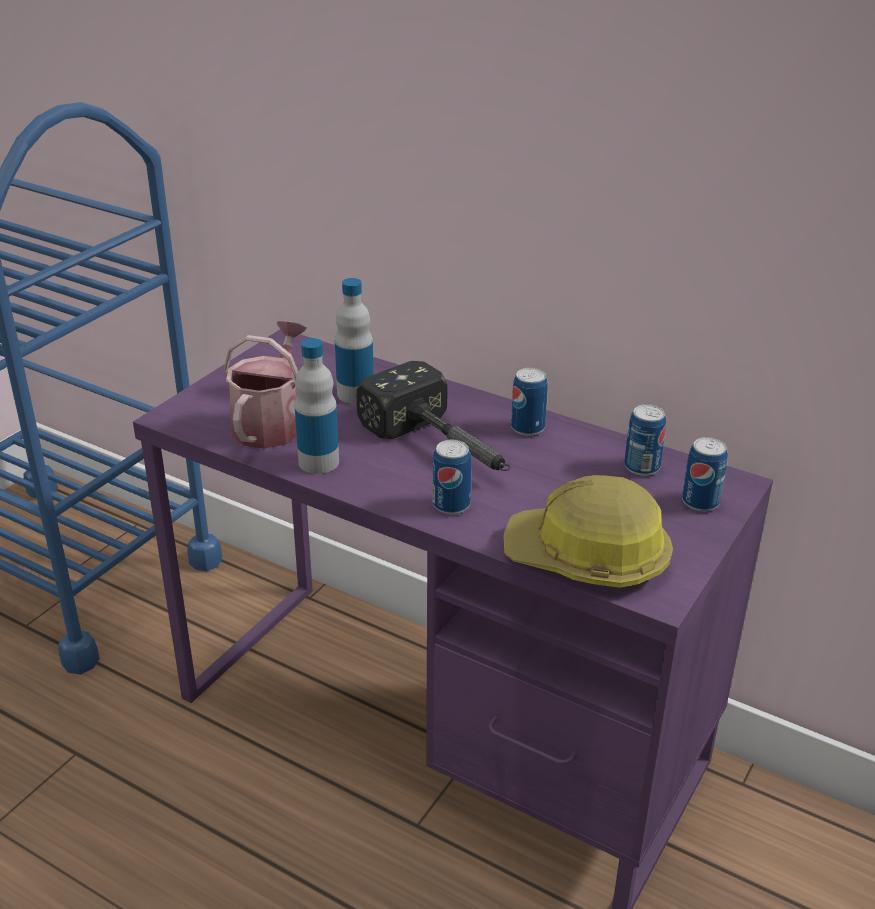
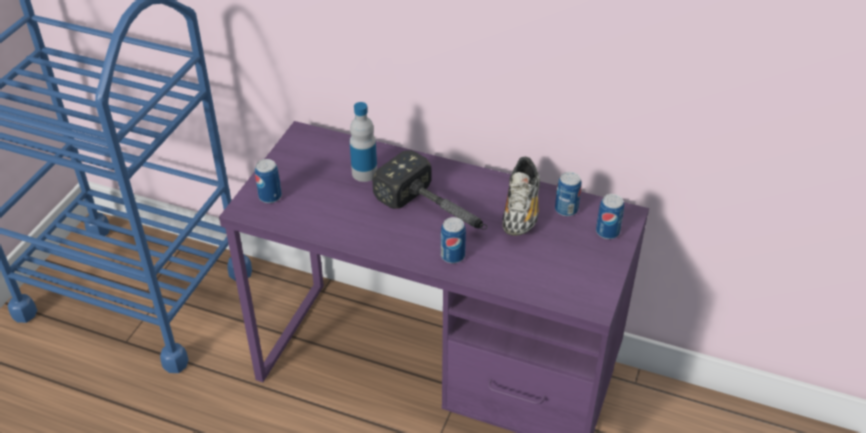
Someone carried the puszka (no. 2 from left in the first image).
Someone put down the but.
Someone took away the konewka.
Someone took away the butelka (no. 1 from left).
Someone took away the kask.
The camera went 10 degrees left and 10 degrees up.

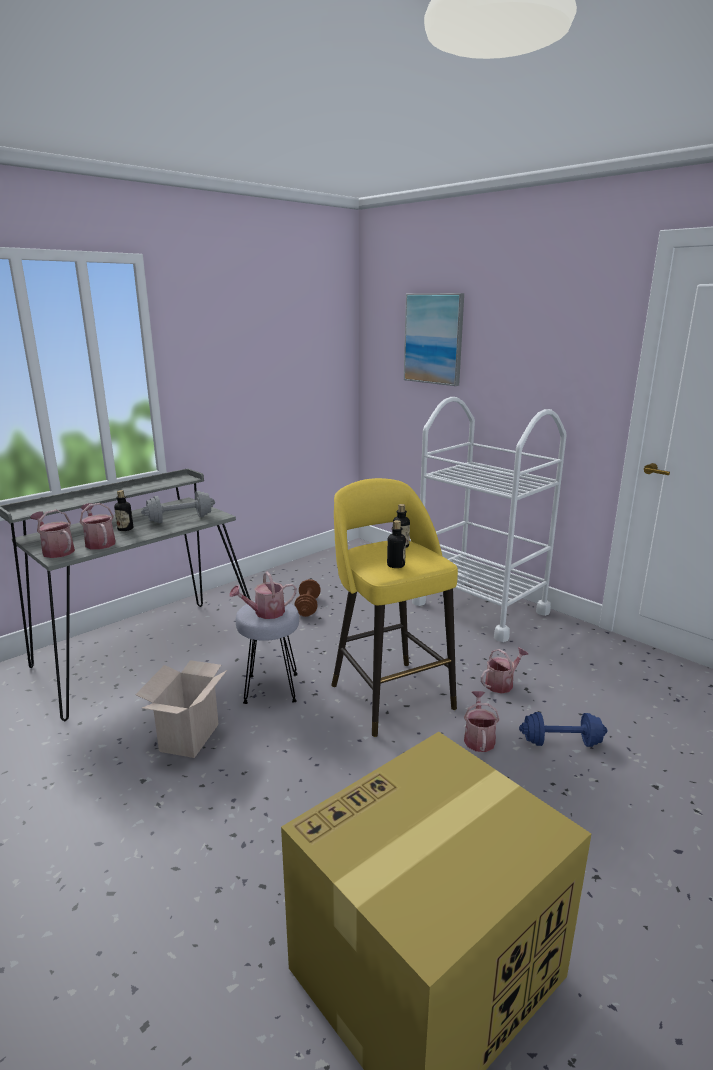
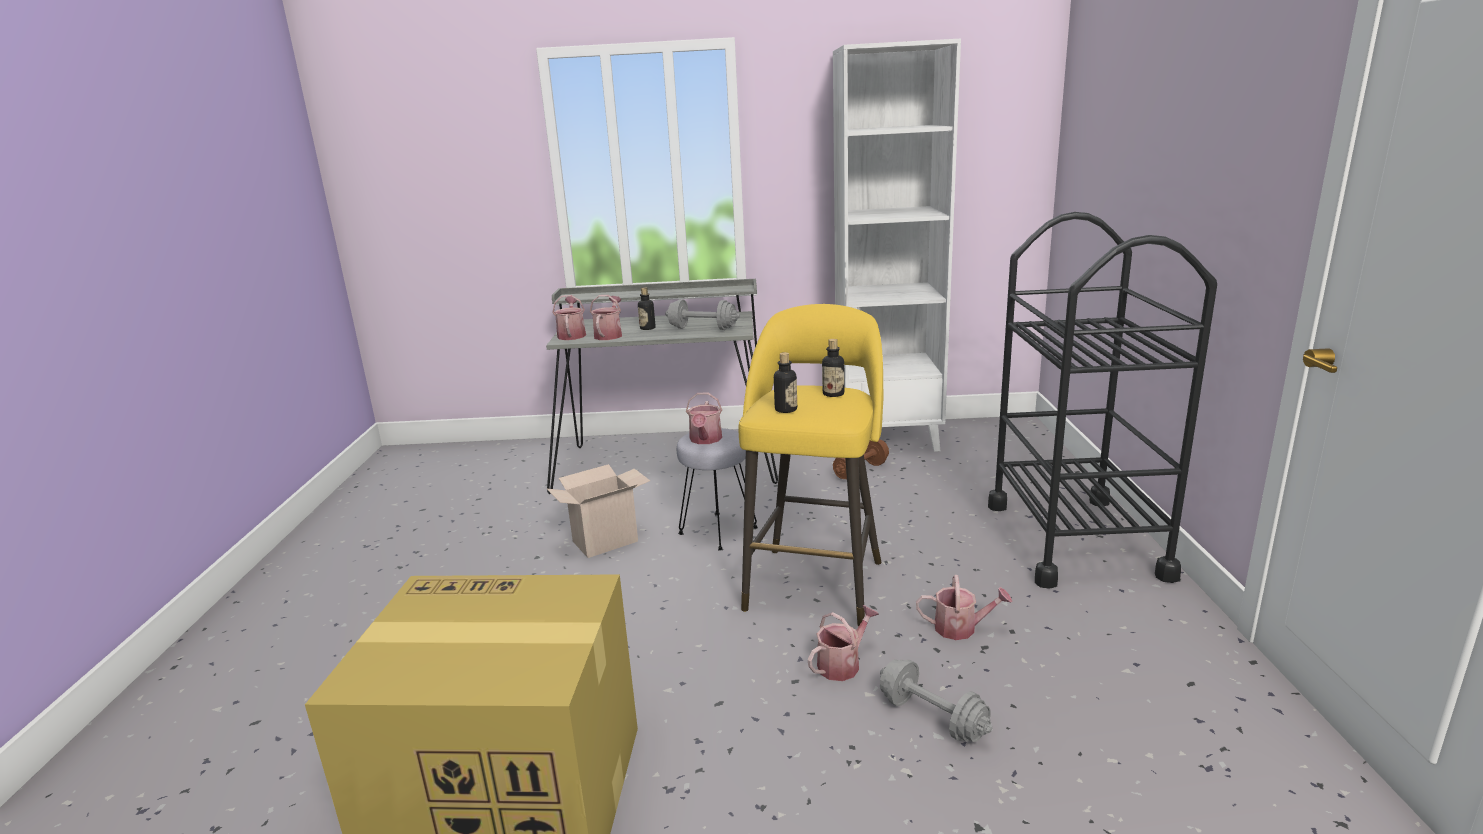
Someone rotated the konewka (no. 3 from left) by 105 degrees counterclockwise.
Someone put down the regał (biały).
Someone repainted the hantel (niebieski), which became the hantel (szary) (no. 2 from left).
Someone repainted the wózek (biały), which became the wózek (czarny).
Someone took away the obraz.
The camera went 45 degrees right and 0 degrees up.

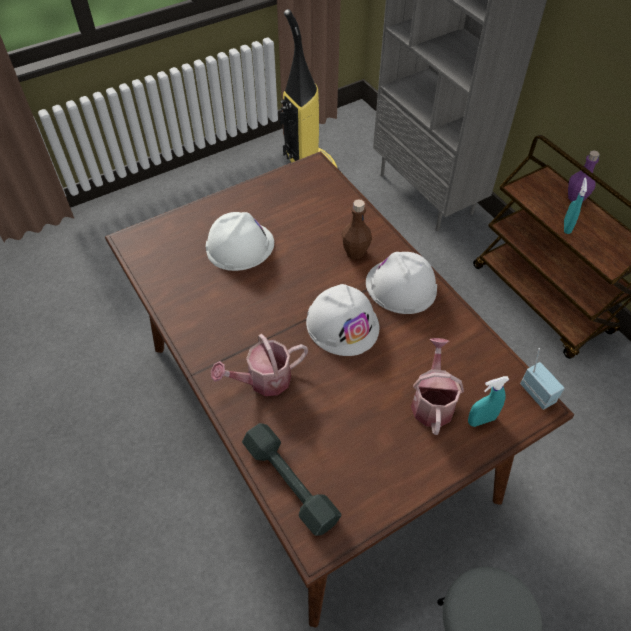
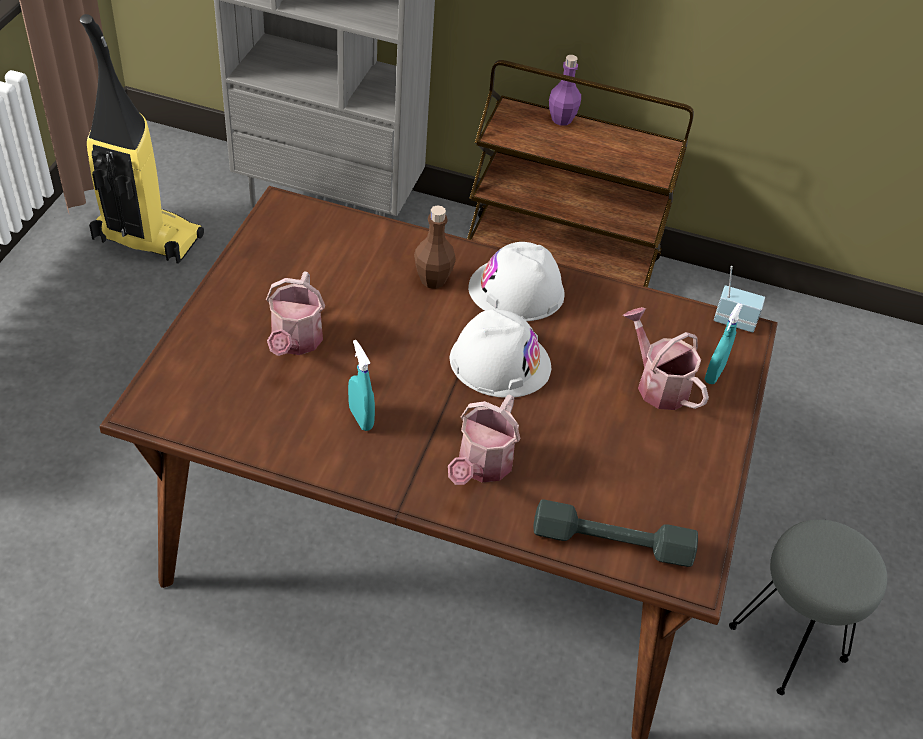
Someone swapped the kask (biały) (no. 1 from left) for the konewka (no. 1 from left).
Someone carried the spryskiwacz (turkusowy) (no. 2 from left in the first image).
The camera went 45 degrees left and 5 degrees down.

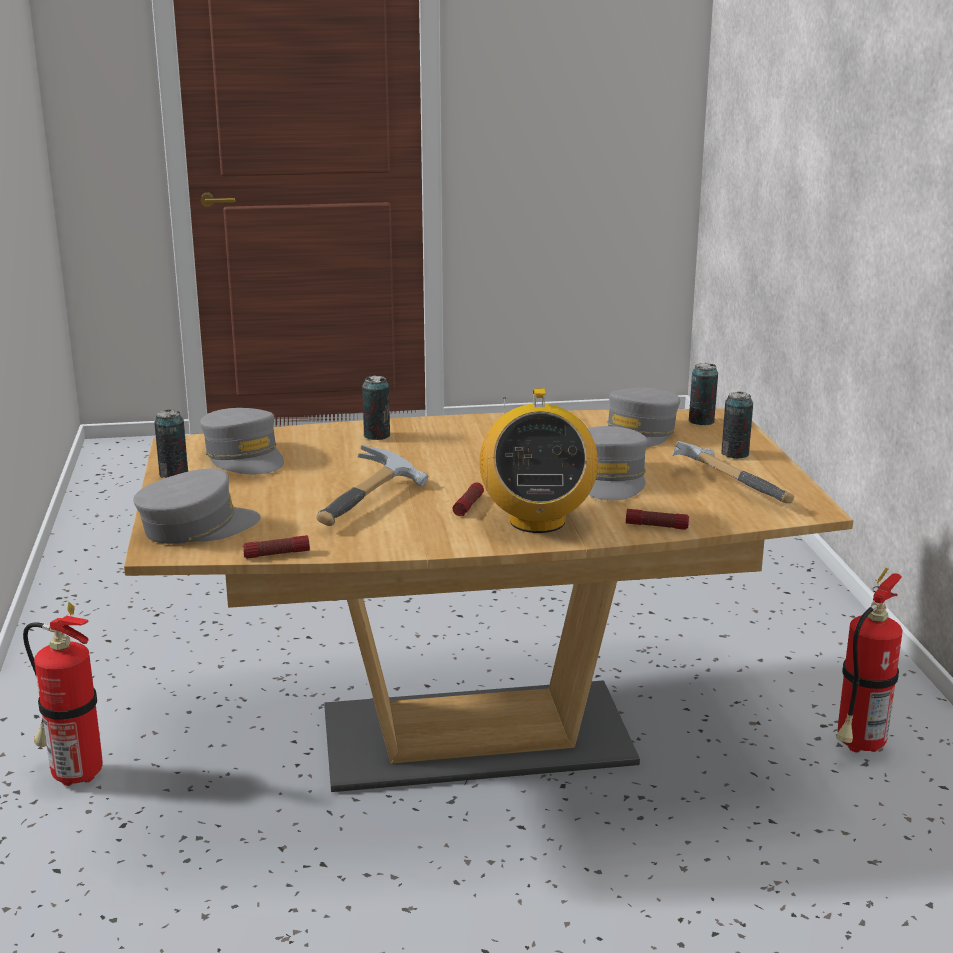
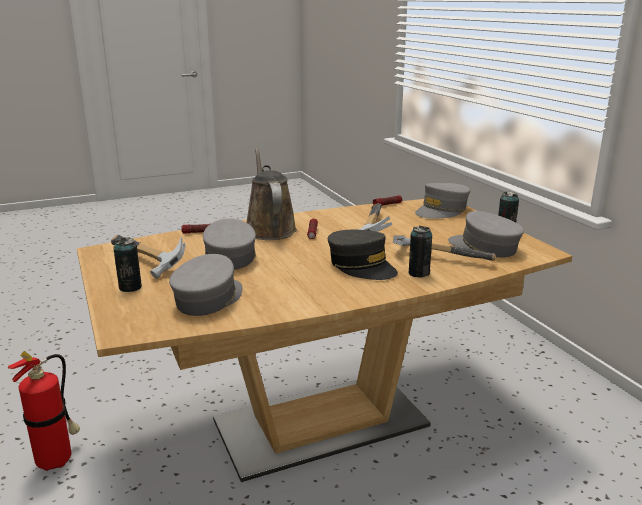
Someone swapped the radio for the konewka (brązowy).
Someone put down the czapka z daszkiem (szary) (no. 3 from left).
Someone put down the młotek (no. 3 from left).
Someone took away the gaśnica (no. 1 from left).
Someone took away the puszka (no. 3 from left).
The camera went 165 degrees right and 0 degrees up.

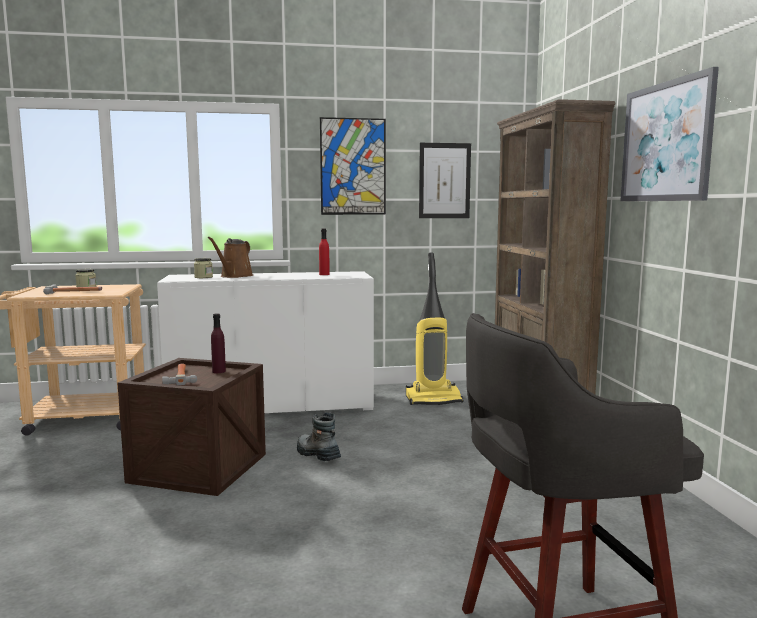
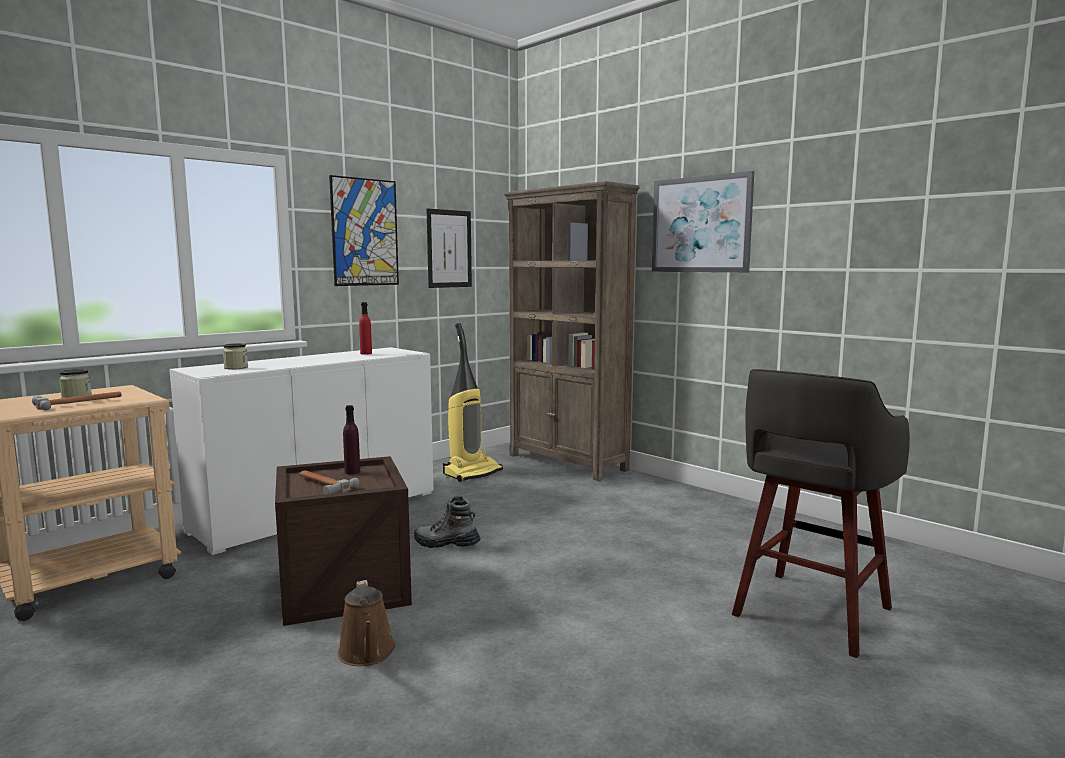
Someone carried the konewka (brązowy).
The camera went 35 degrees left and 0 degrees up.

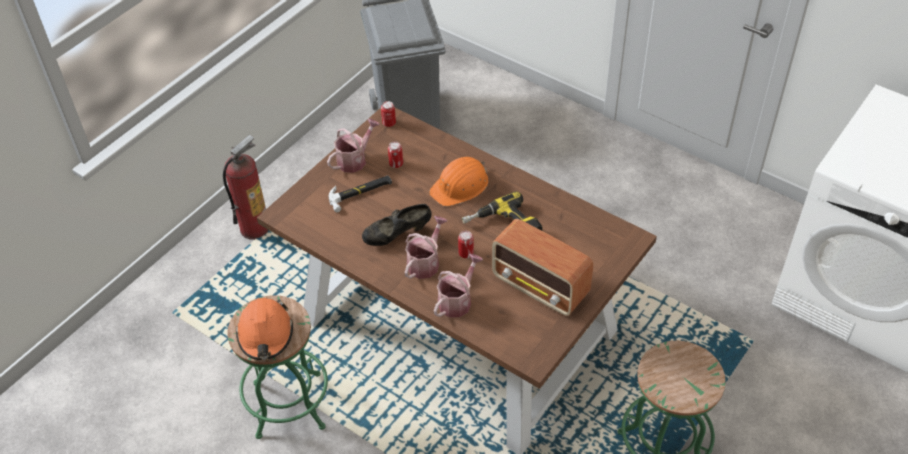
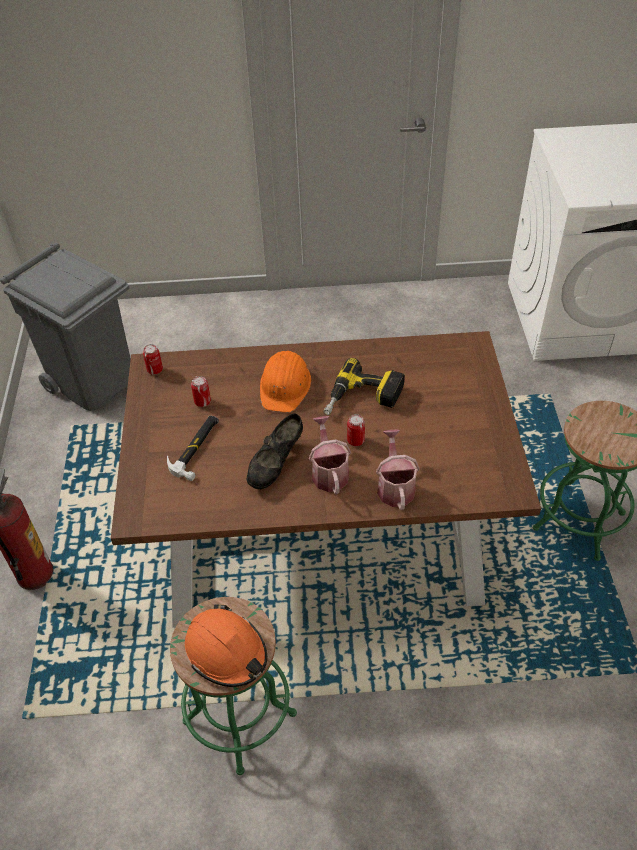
Someone took away the konewka (no. 1 from left).
Someone took away the radio.
The camera went 40 degrees left and 0 degrees up.

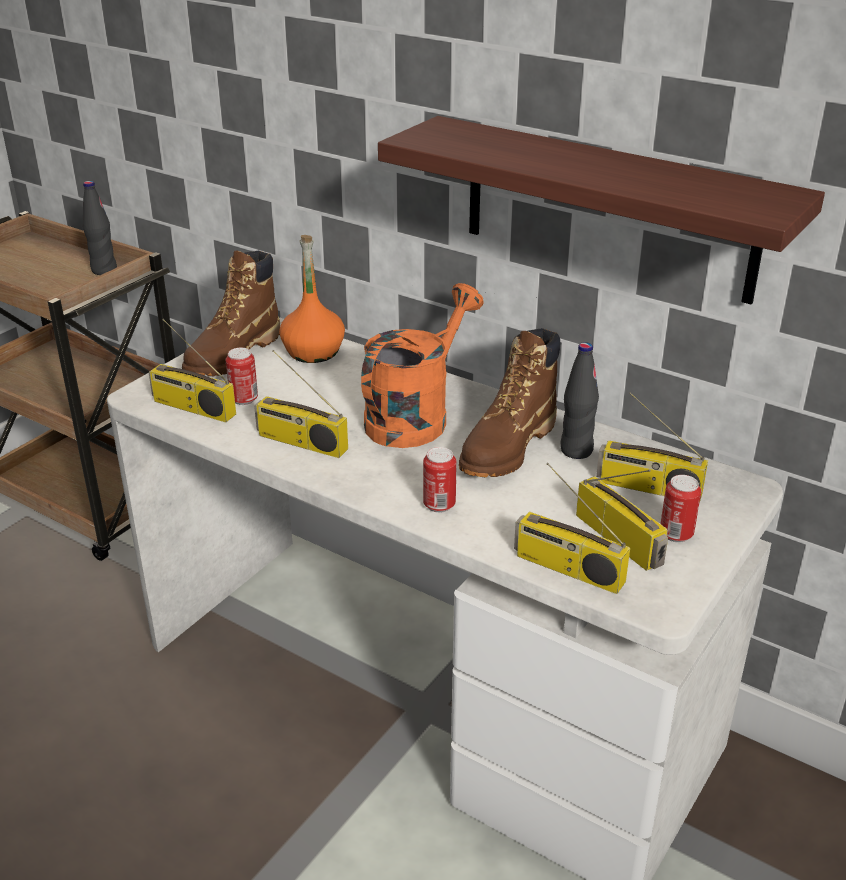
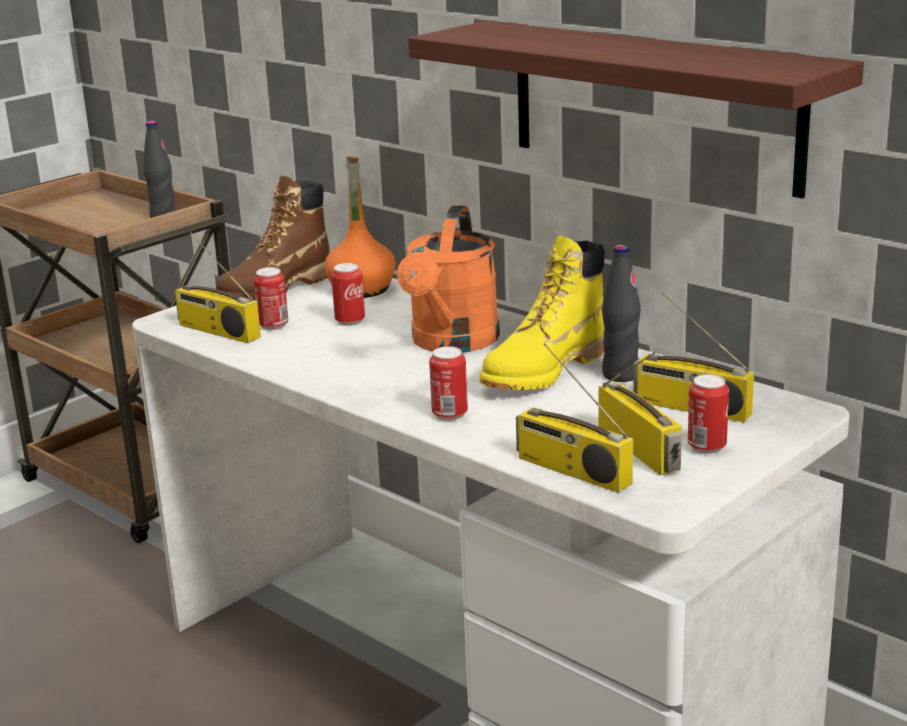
Someone put down the puszka (no. 2 from left).
Someone rotated the konewka (pomarańczowy) by 150 degrees clockwise.
Someone repainted the but z cholewką (brązowy) (no. 2 from left), which became the but z cholewką (żółty).
Someone took away the radio (no. 2 from left).
The camera went 10 degrees right and 10 degrees down.

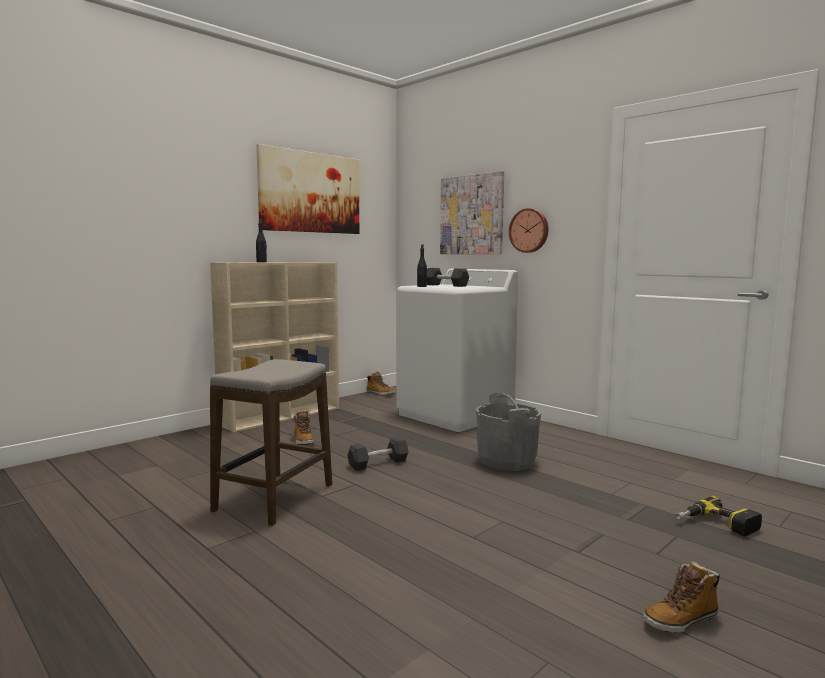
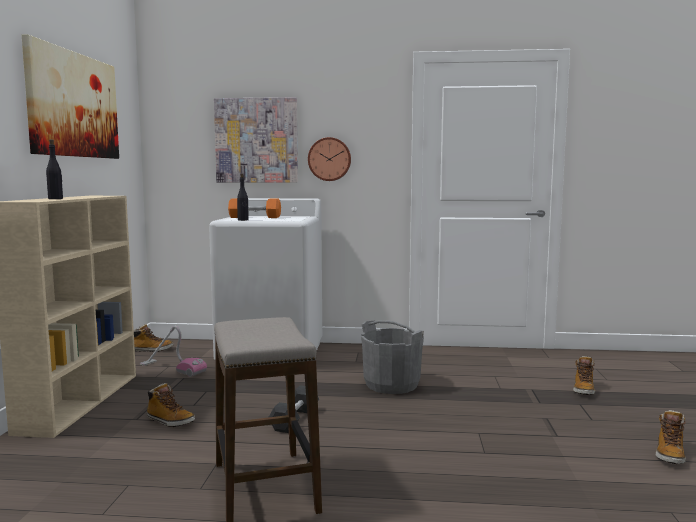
Someone put down the odkurzacz.
Someone repainted the hantel (czarny) (no. 2 from left), which became the hantel (pomarańczowy).
Someone swapped the wiertarka for the but z cholewką (no. 3 from left).
The camera went 40 degrees left and 0 degrees up.

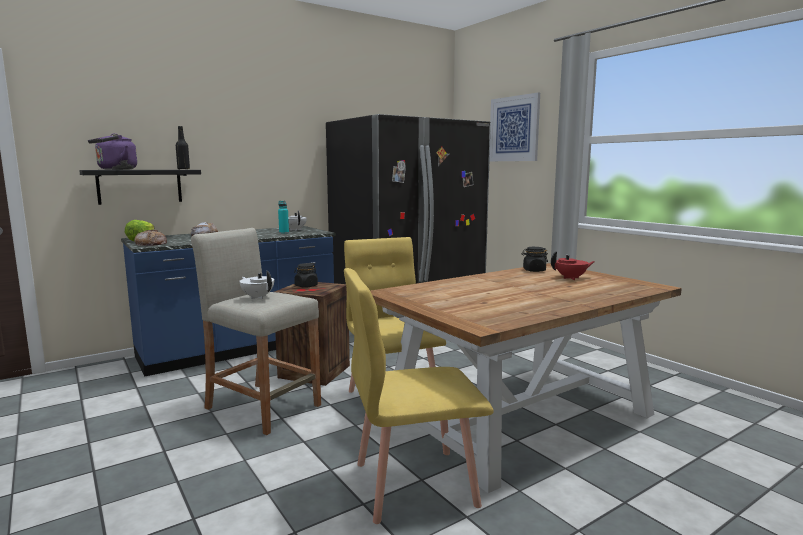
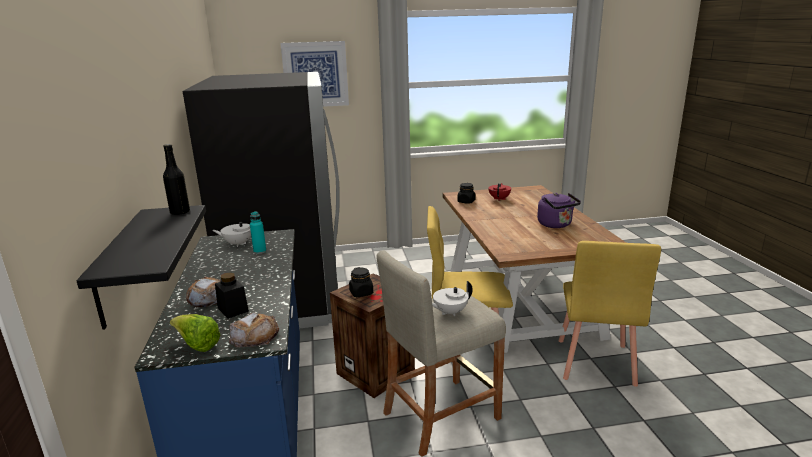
Someone put down the słoik (czarny) (no. 1 from left).
Someone carried the czajnik (fioletowy).
The camera went 65 degrees left and 10 degrees up.

